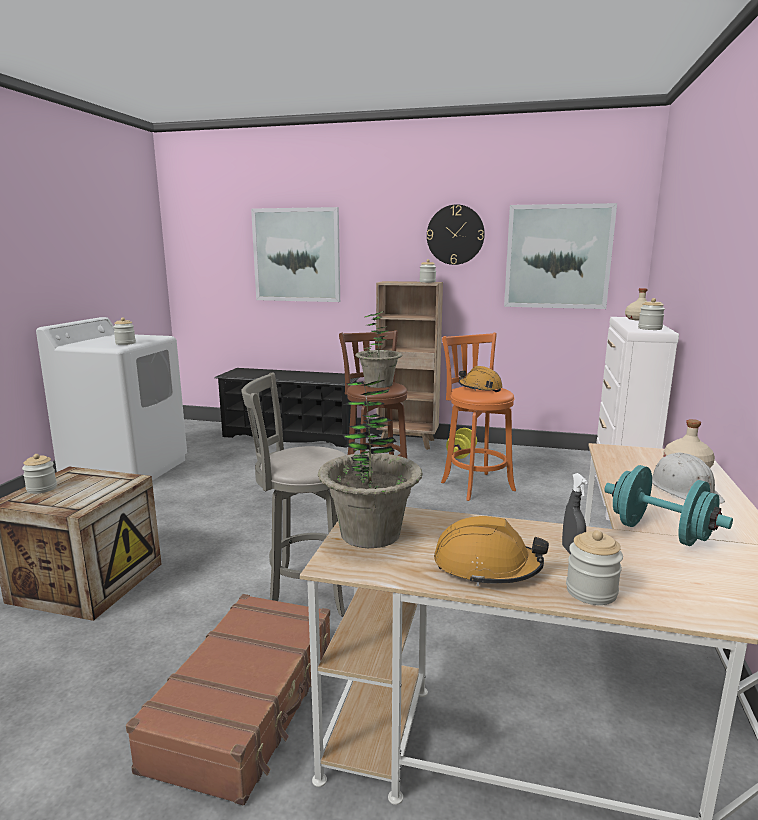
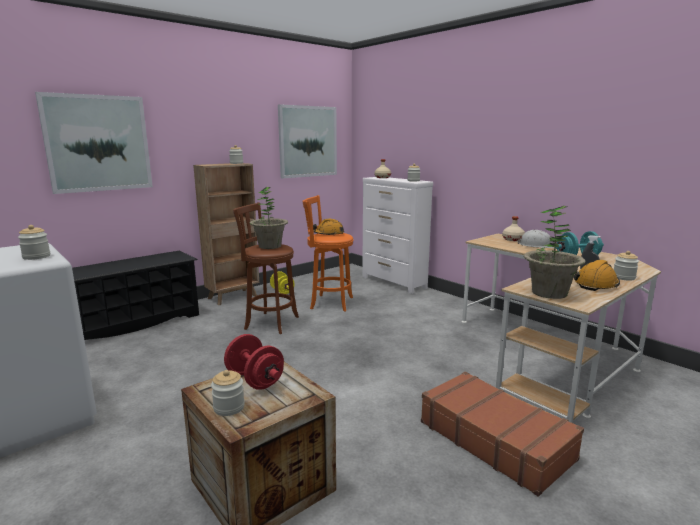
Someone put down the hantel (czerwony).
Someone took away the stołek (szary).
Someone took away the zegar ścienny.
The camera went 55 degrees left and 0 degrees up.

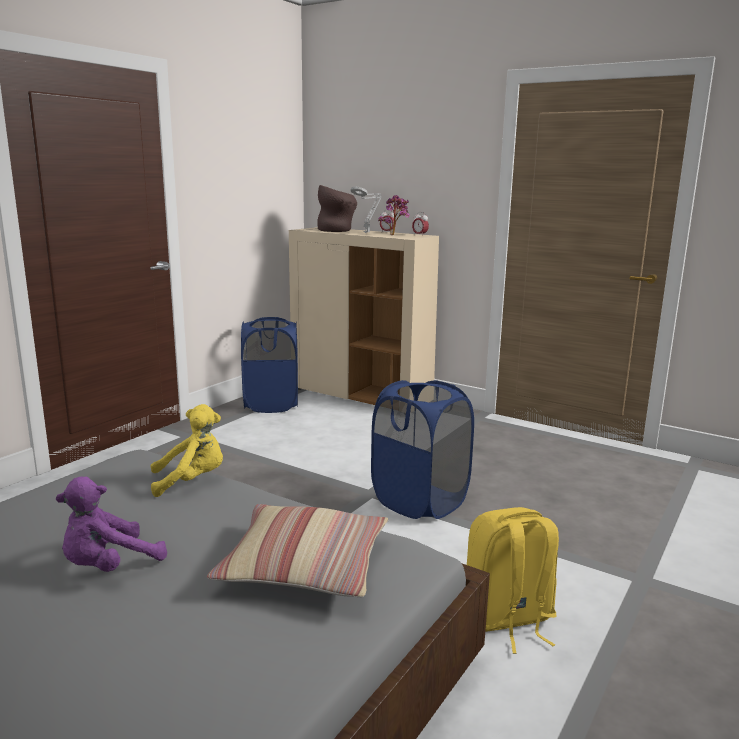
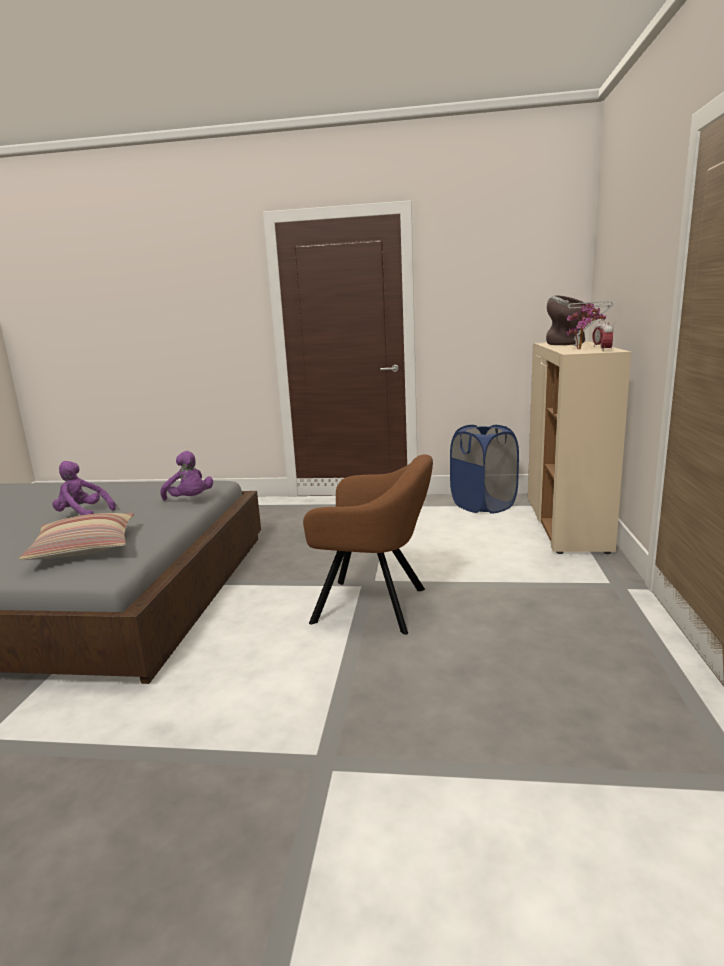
Someone repainted the pluszak (żółty), which became the pluszak (fioletowy) (no. 2 from left).
Someone swapped the kosz na pranie (niebieski) (no. 2 from left) for the fotel (brązowy).
Someone took away the plecak (żółty).
The camera went 65 degrees right and 0 degrees up.

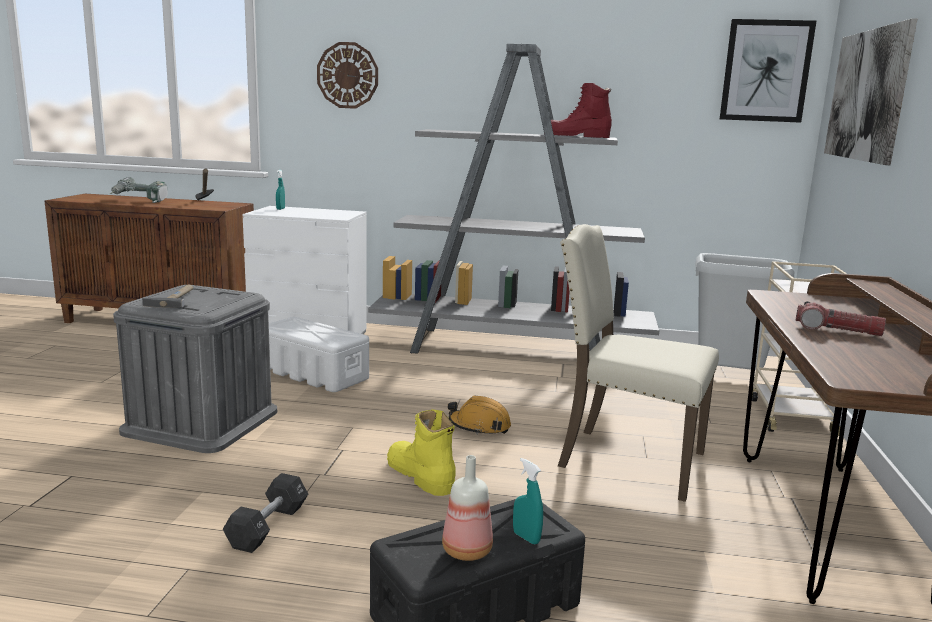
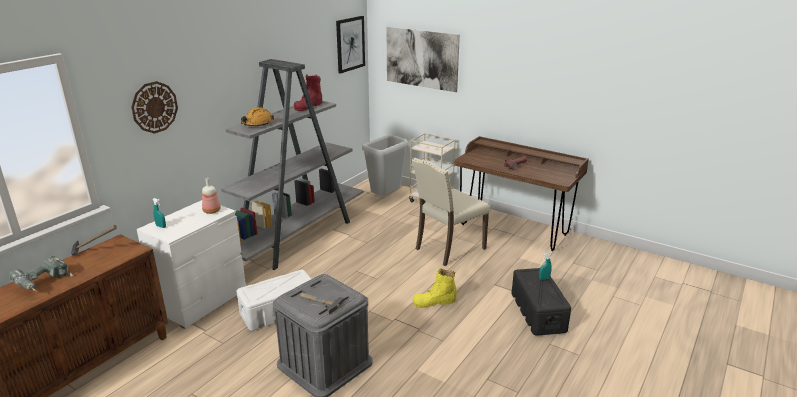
Someone carried the butelka.
Someone carried the kask (pomarańczowy).
Someone took away the hantel (czarny).
The camera went 65 degrees left and 10 degrees up.

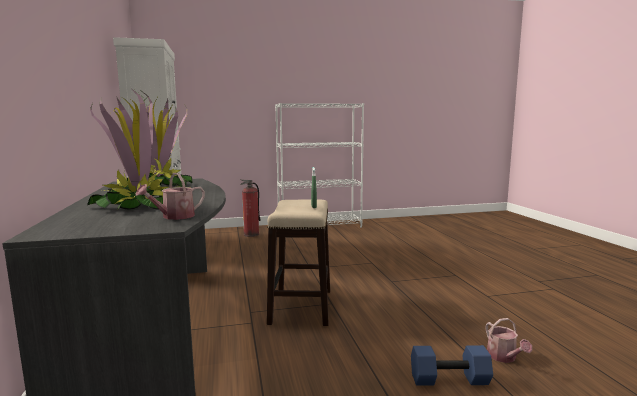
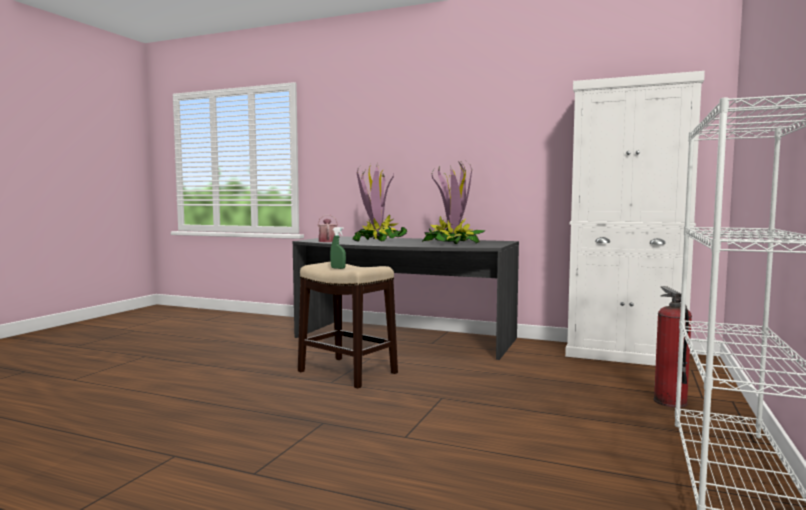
Someone took away the hantel (niebieski).
Someone took away the konewka (no. 2 from left).
The camera went 125 degrees right and 5 degrees down.

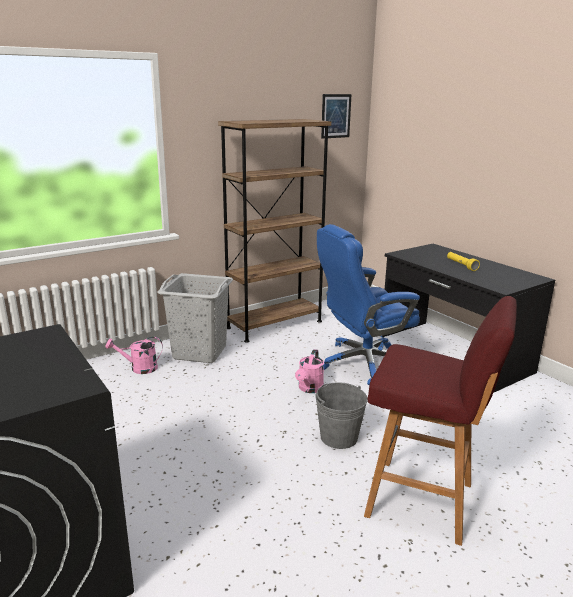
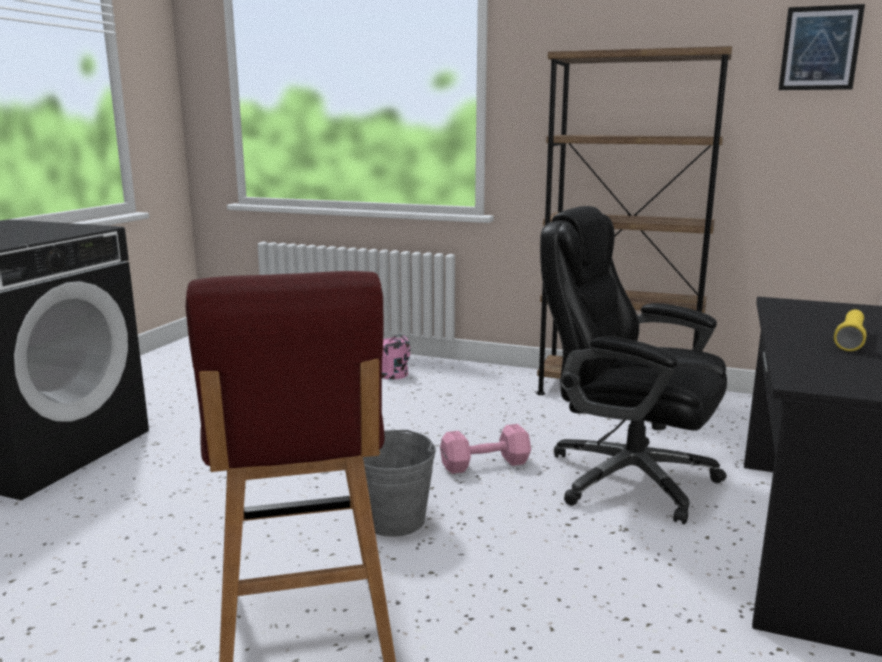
Someone swapped the konewka (różowy) (no. 2 from left) for the hantel (różowy).
Someone repainted the krzesło biurowe (niebieski), which became the krzesło biurowe (czarny).
Someone took away the kosz na pranie (szary).
The camera went 55 degrees right and 5 degrees down.

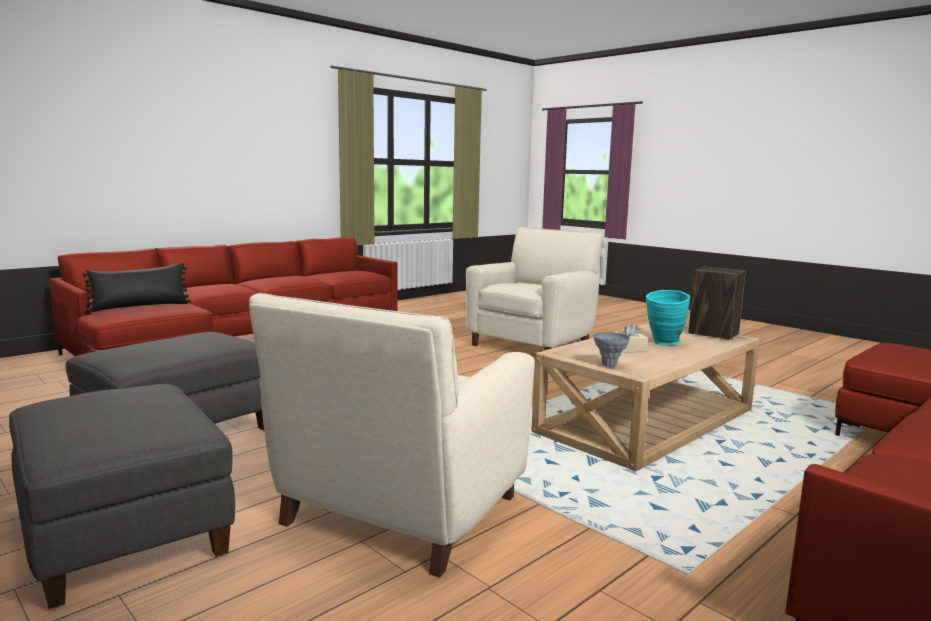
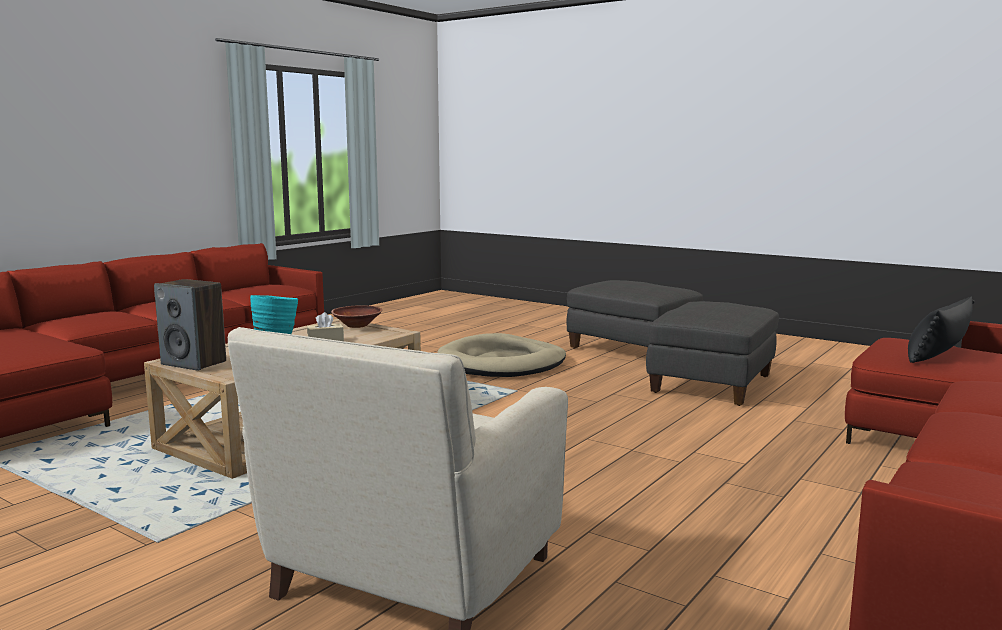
Someone swapped the wazon (szary) for the miska (brązowy).
Someone swapped the fotel (beżowy) (no. 1 from left) for the legowisko (beżowy).
The camera went 170 degrees right and 0 degrees up.

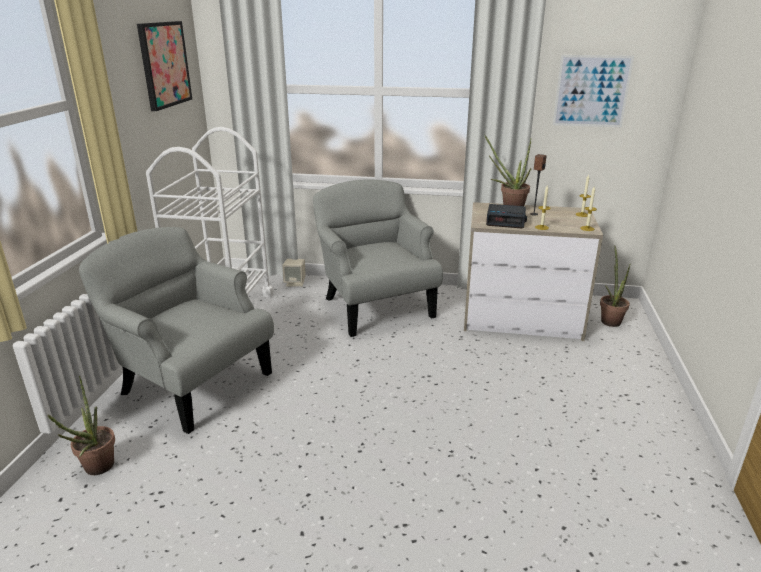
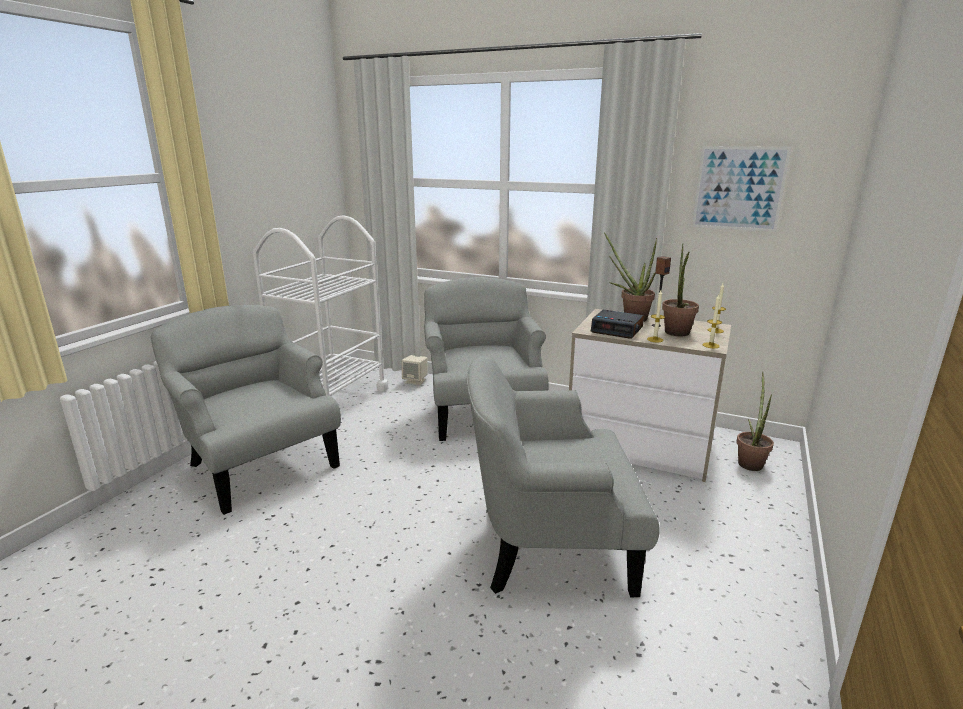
Someone put down the fotel (szary) (no. 3 from left).
Someone carried the roślina doniczkowa (no. 1 from left in the first image).
Someone took away the obraz (no. 1 from left).
The camera went 15 degrees right and 5 degrees down.

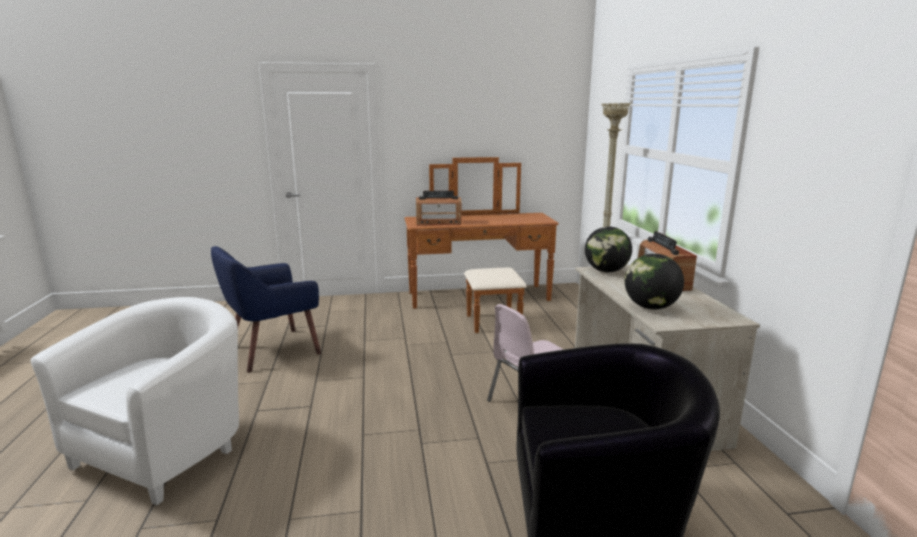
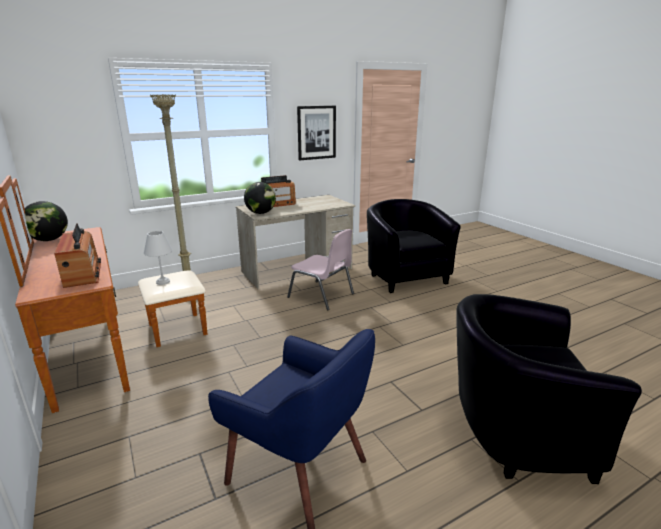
Someone carried the globus (no. 2 from left in the first image).
Someone put down the lampa stołowa (biały).
Someone put up the obraz.
Someone repainted the fotel (biały), which became the fotel (czarny) (no. 2 from left).
The camera went 110 degrees left and 5 degrees up.

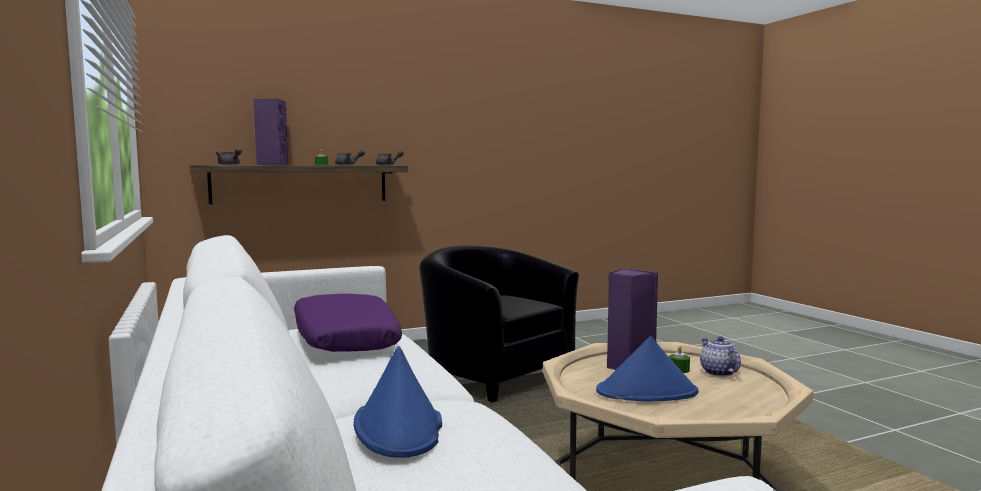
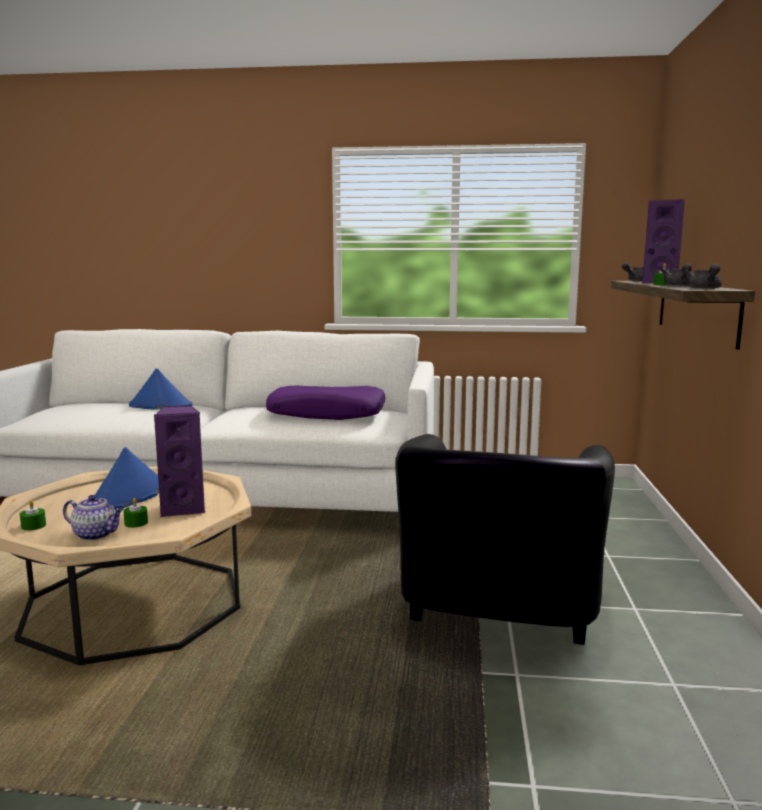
Someone put down the świeca (zielony) (no. 1 from left).
Someone rotated the fotel (czarny) by 120 degrees clockwise.
The camera went 120 degrees right and 5 degrees up.

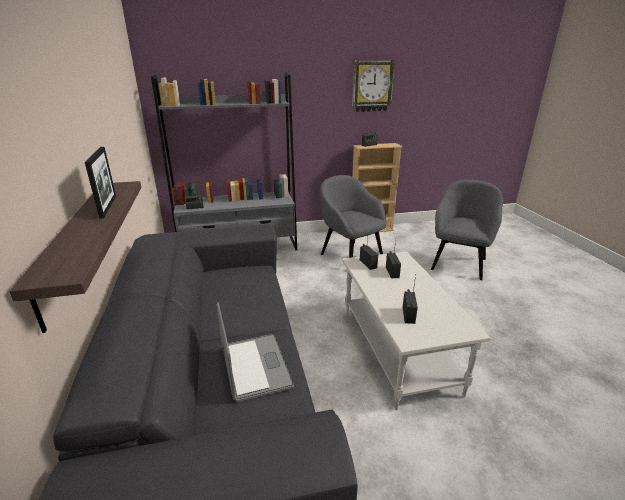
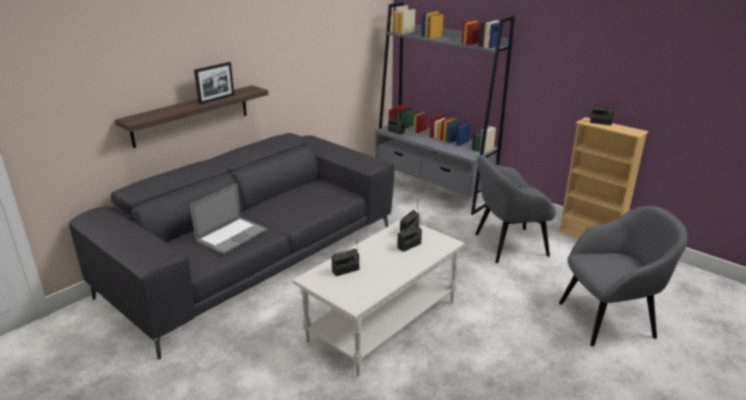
Someone rotated the fotel (szary) (no. 1 from left) by 120 degrees counterclockwise.
Someone took away the zegar ścienny.
The camera went 55 degrees right and 0 degrees up.

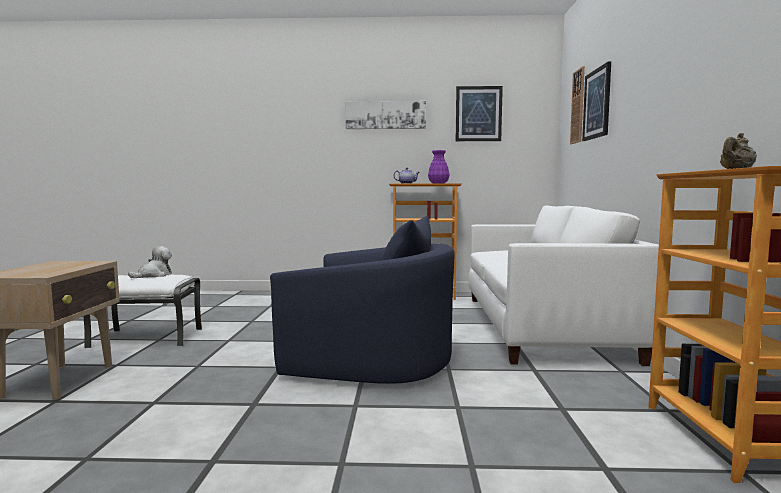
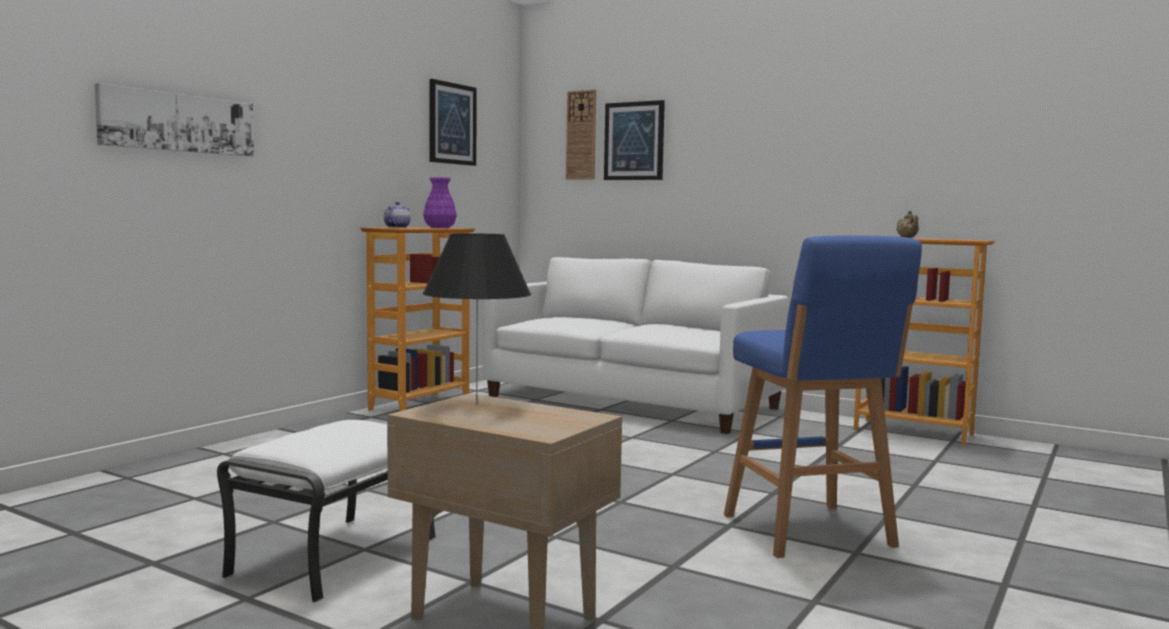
Someone carried the obraz (no. 1 from left).
Someone put down the lampa stołowa (czarny).
Someone put down the stołek (niebieski).
Someone took away the pluszak.
Someone took away the fotel (niebieski).
The camera went 60 degrees left and 0 degrees up.

